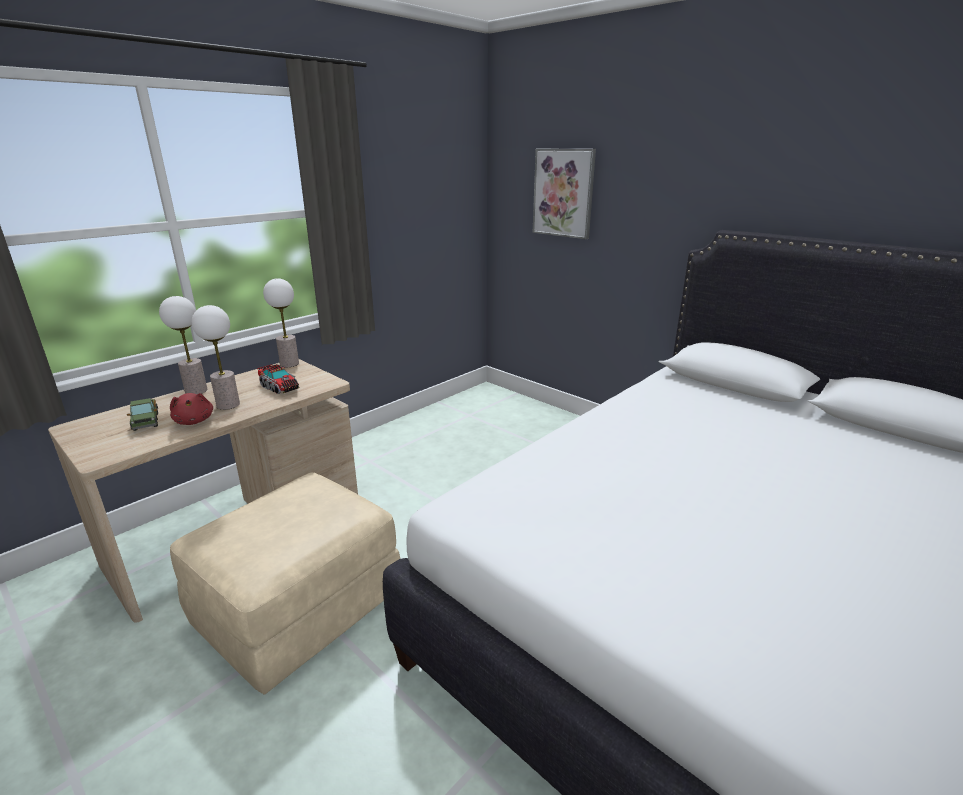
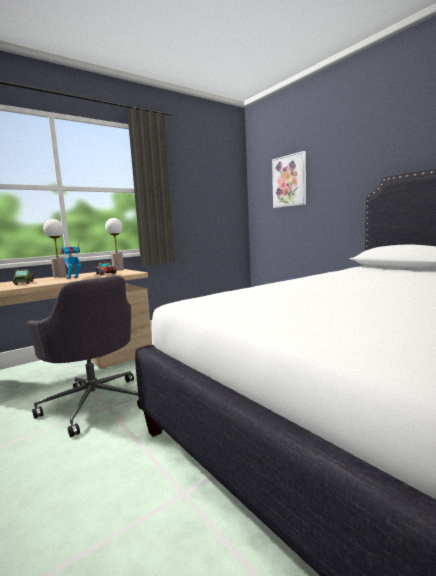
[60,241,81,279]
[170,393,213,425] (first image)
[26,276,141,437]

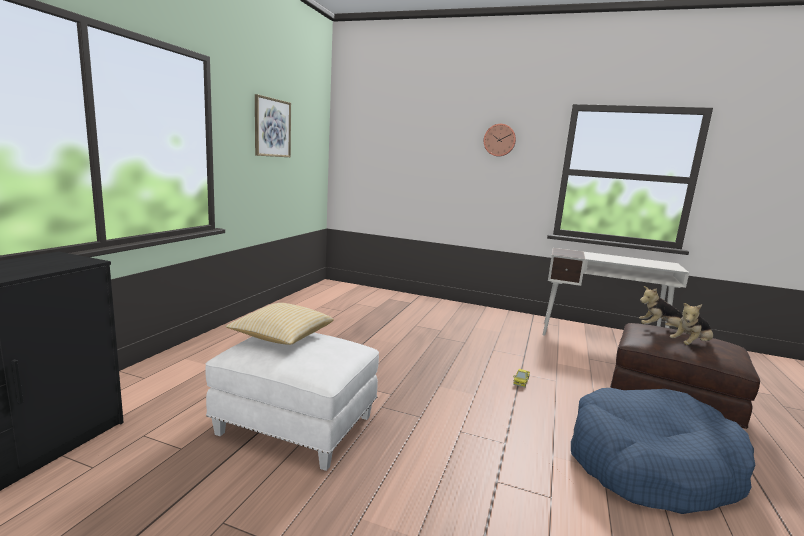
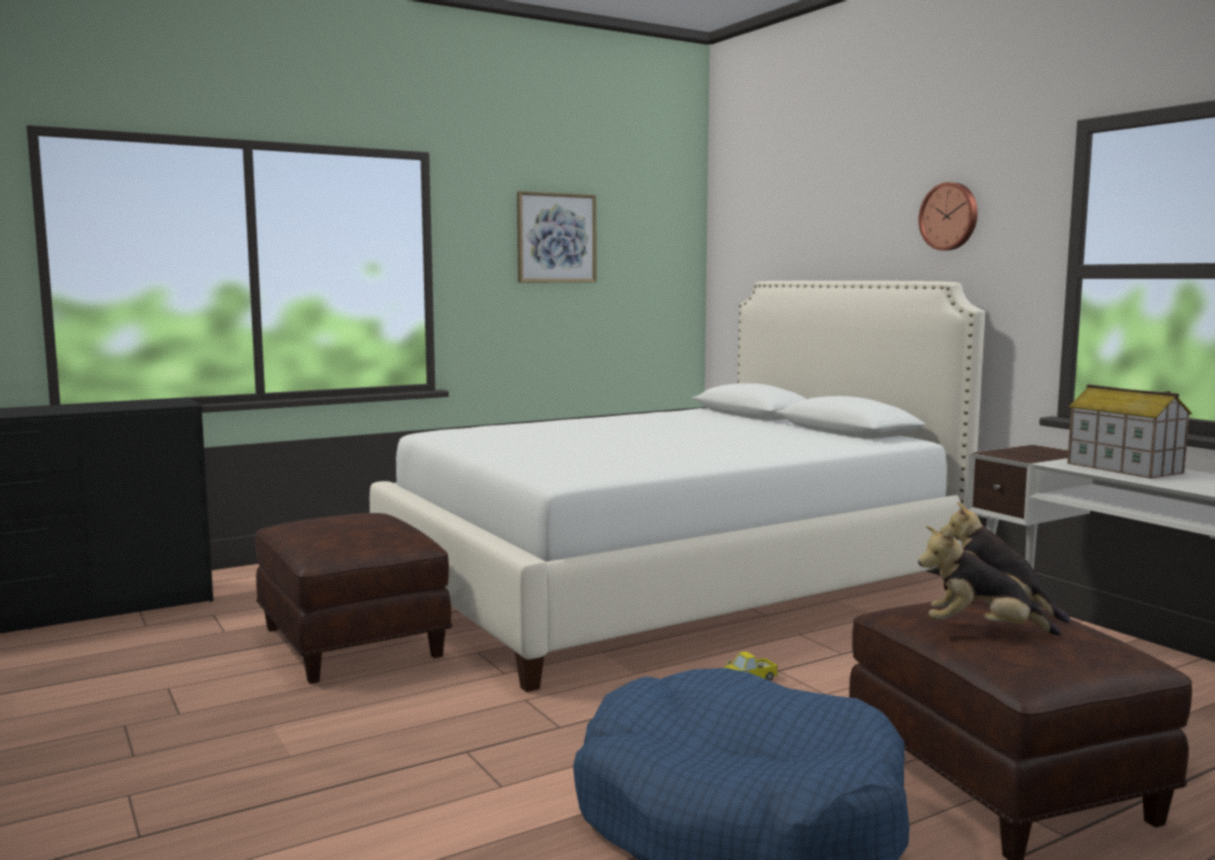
[226,303,334,345] (first image)
[255,513,452,684]
[370,281,985,692]
[1067,384,1192,479]

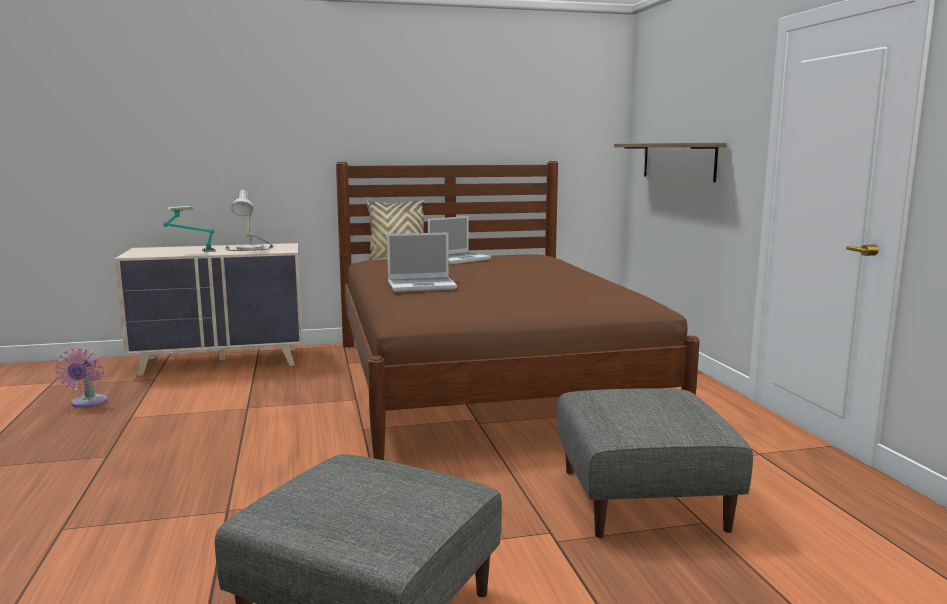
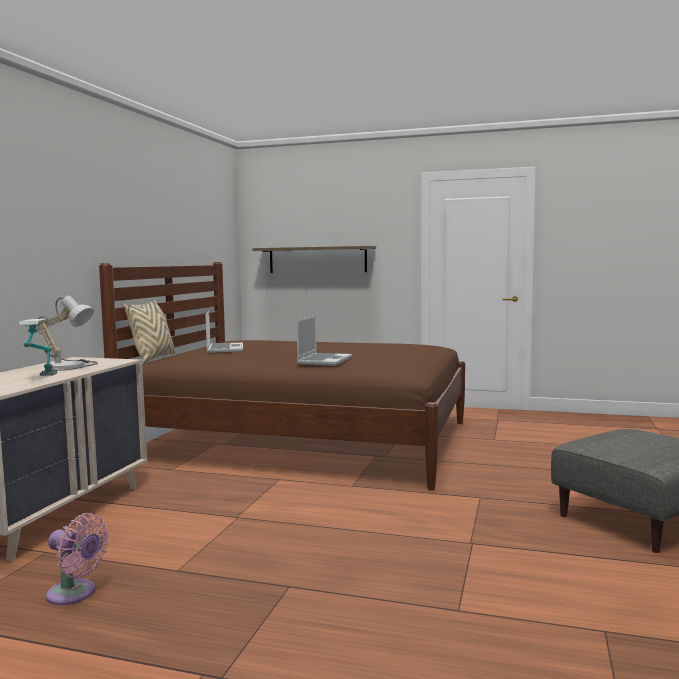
[557,388,753,538] (first image)

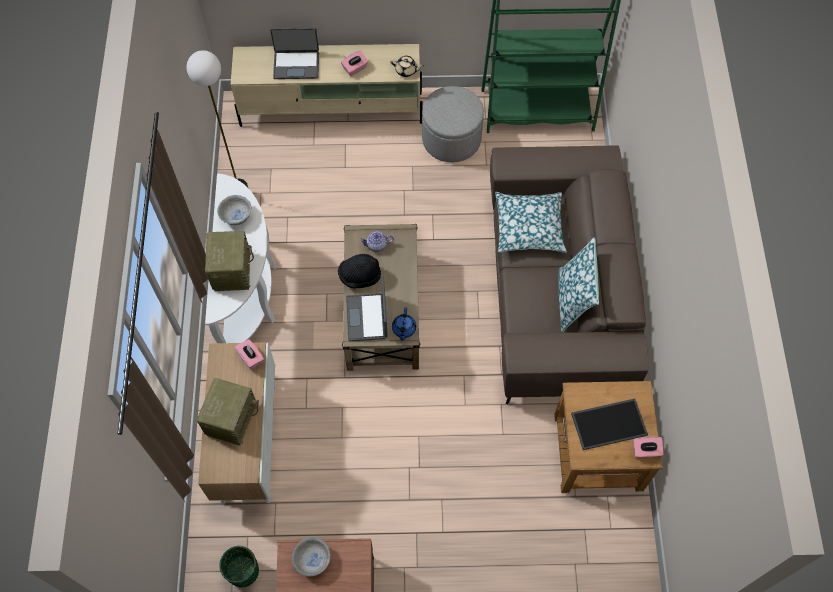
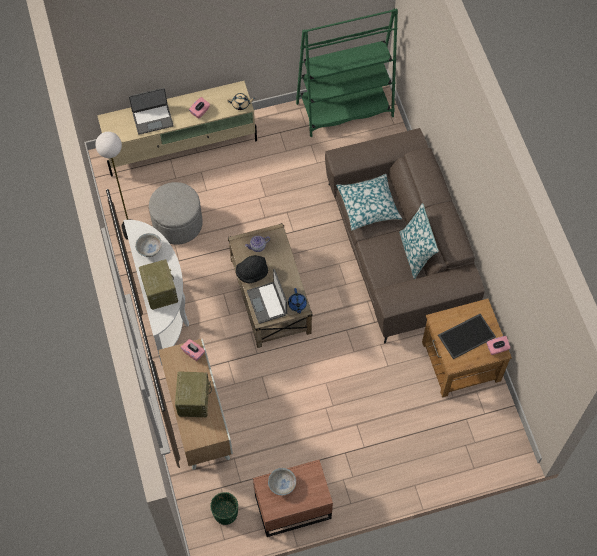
[149,182,203,245]

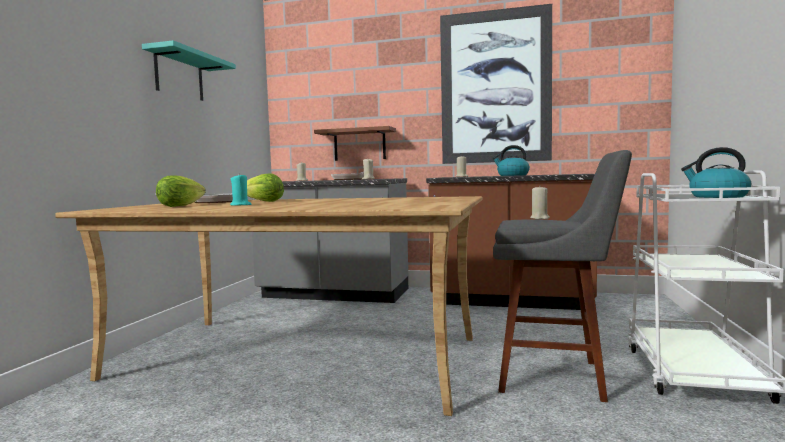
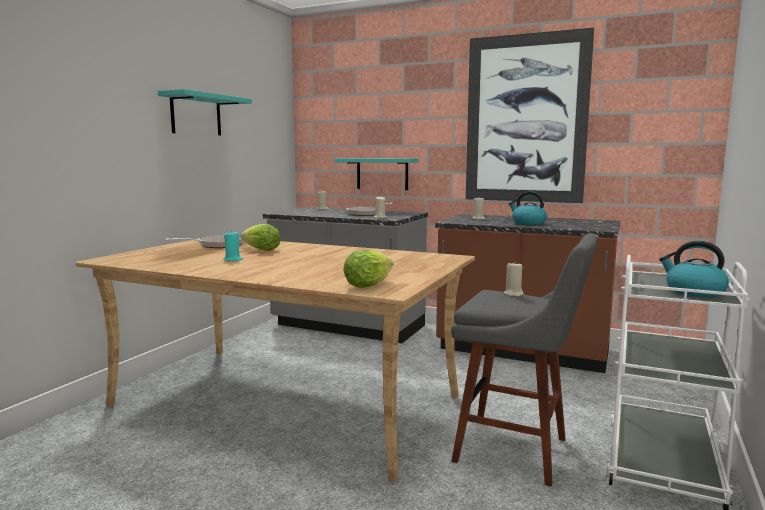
[335,158,419,190]
[343,250,393,288]

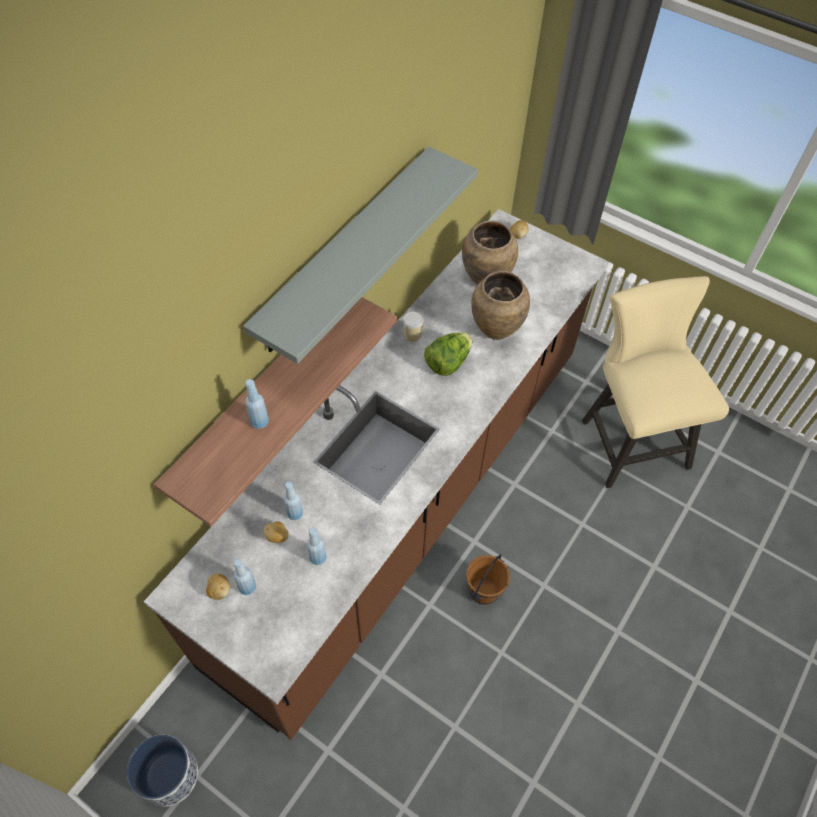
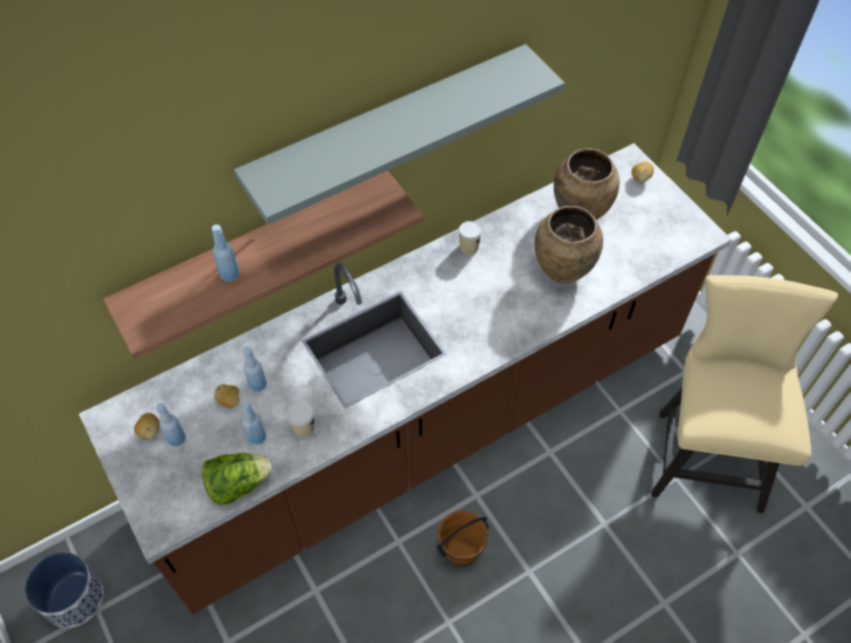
[202,453,272,505]
[287,402,314,437]

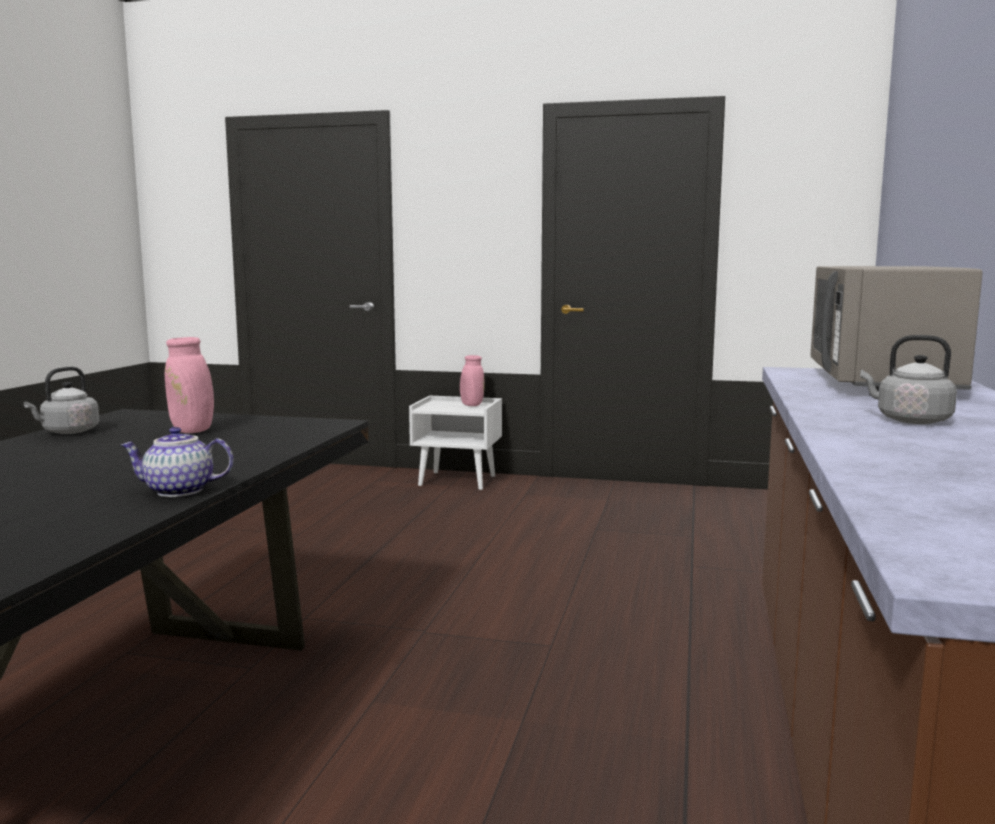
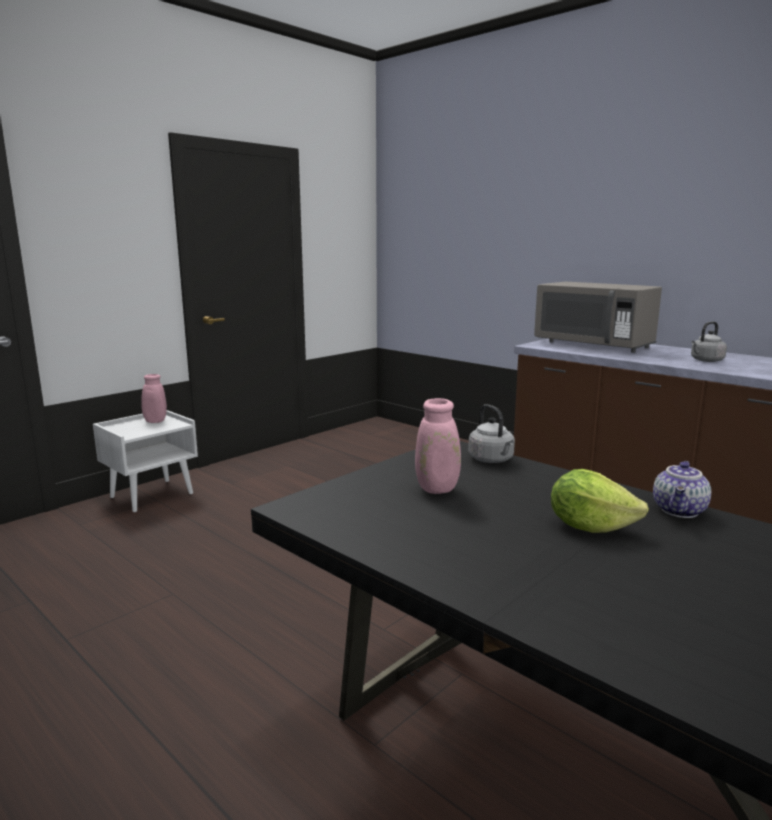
[468,404,515,463]
[551,469,649,533]

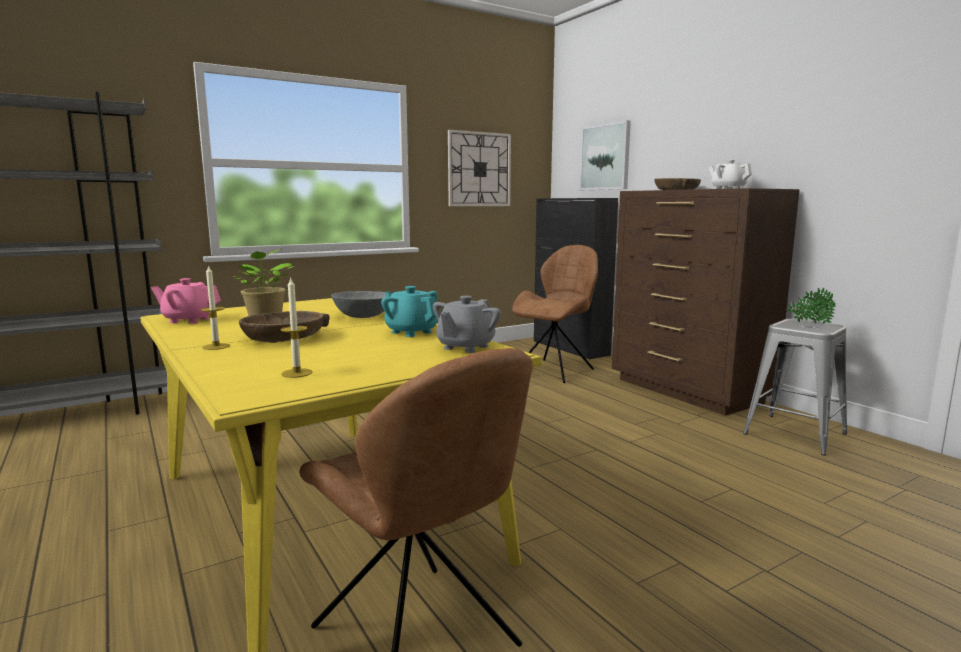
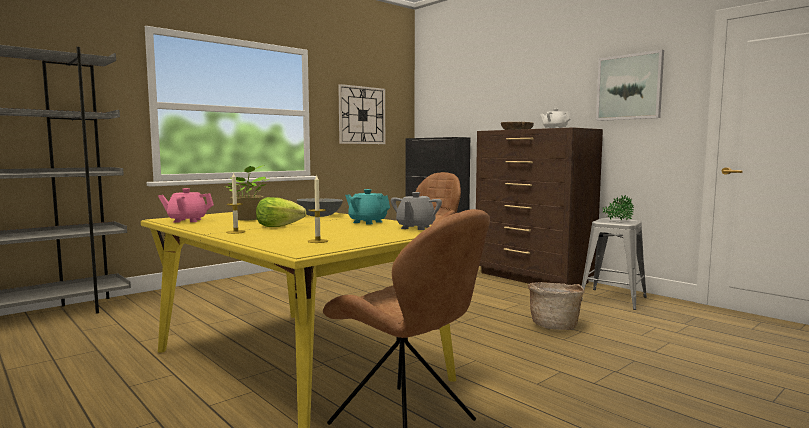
[596,50,664,121]
[256,197,306,227]
[528,282,584,330]

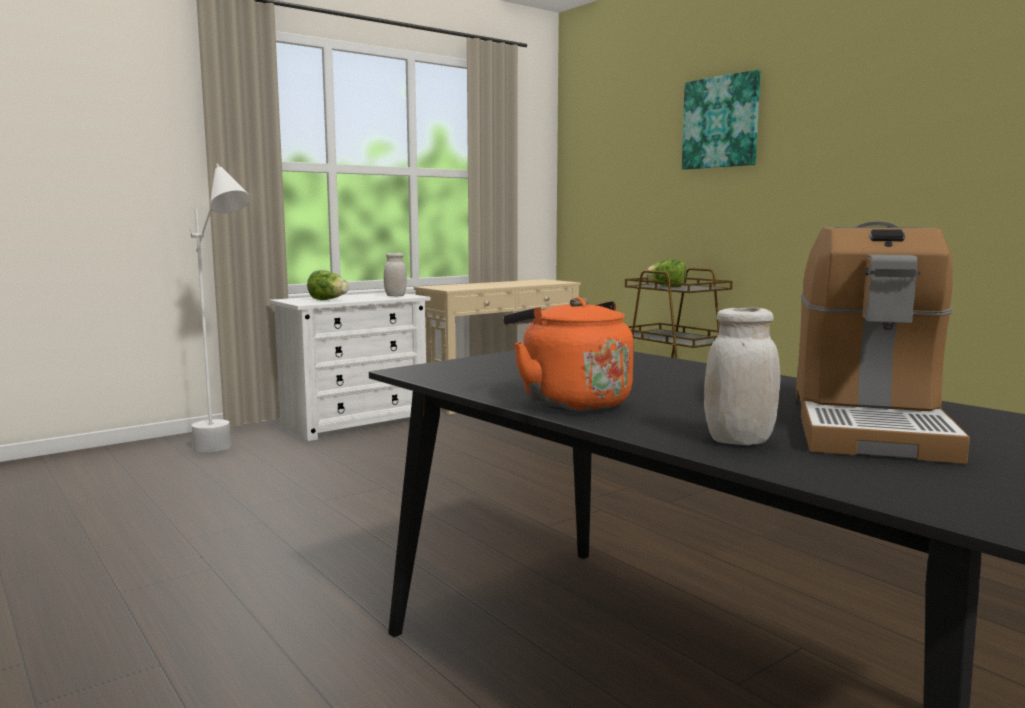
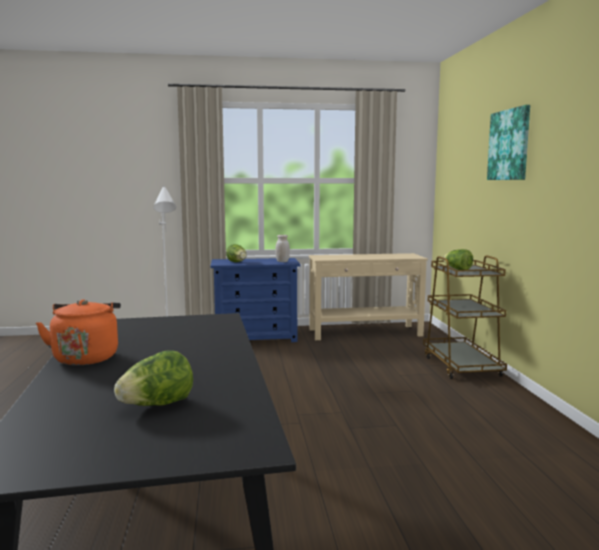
[114,351,193,406]
[210,258,301,342]
[704,308,780,445] (first image)

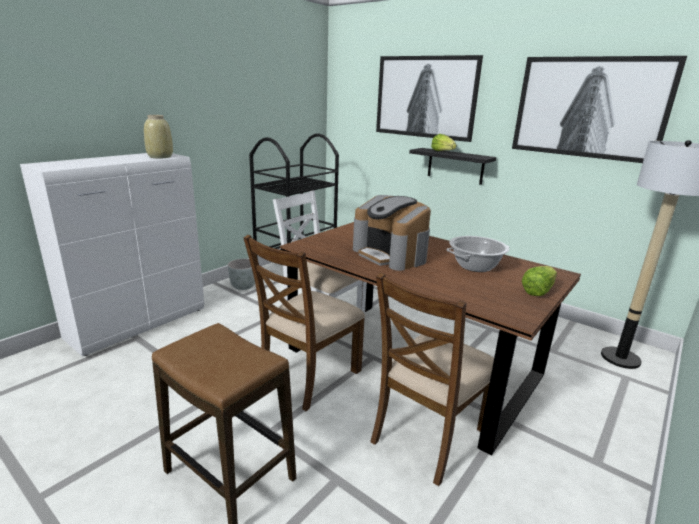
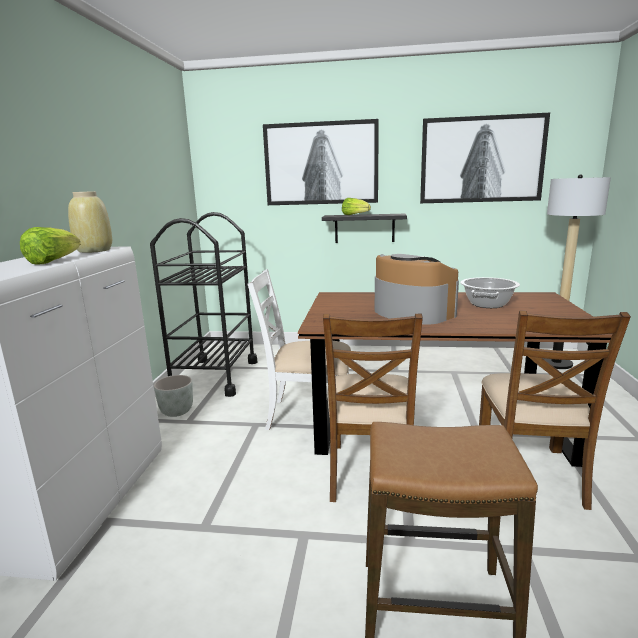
[375,254,459,325]
[20,227,81,265]

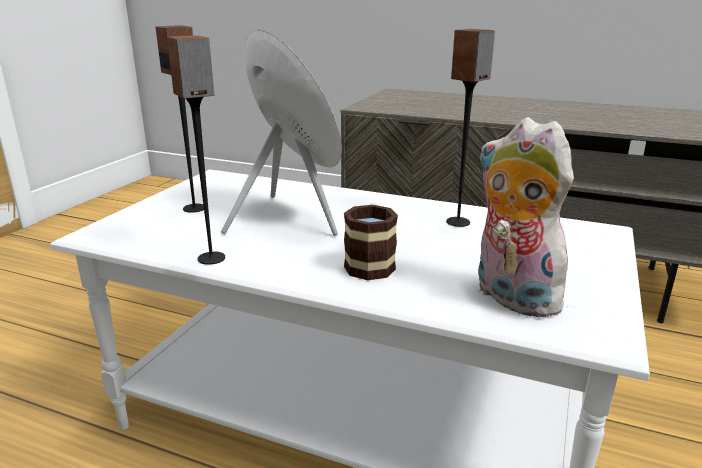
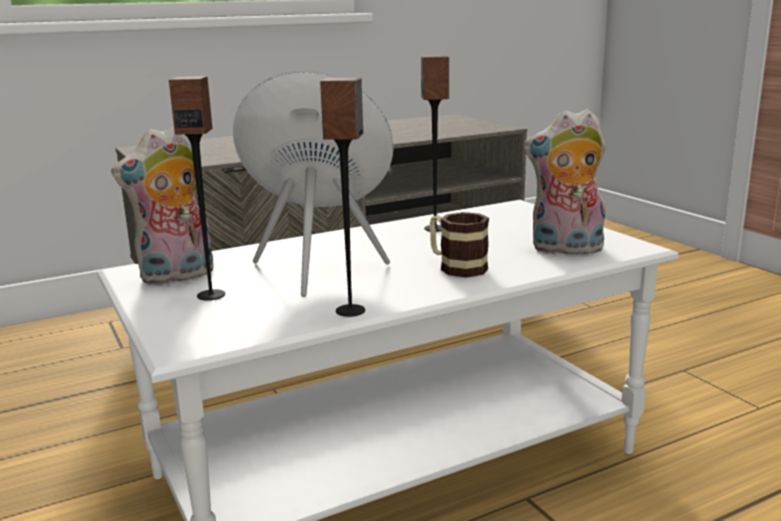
[111,126,214,285]

